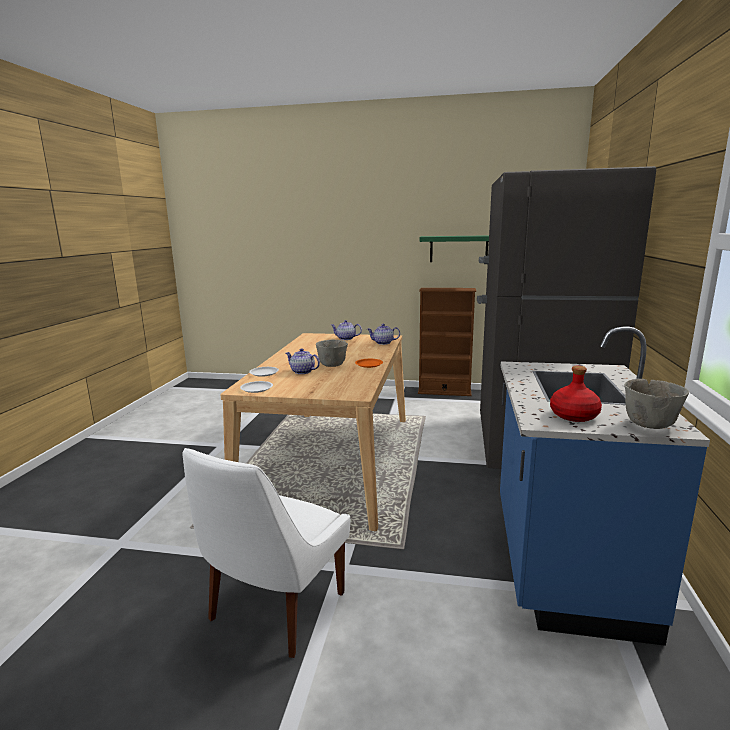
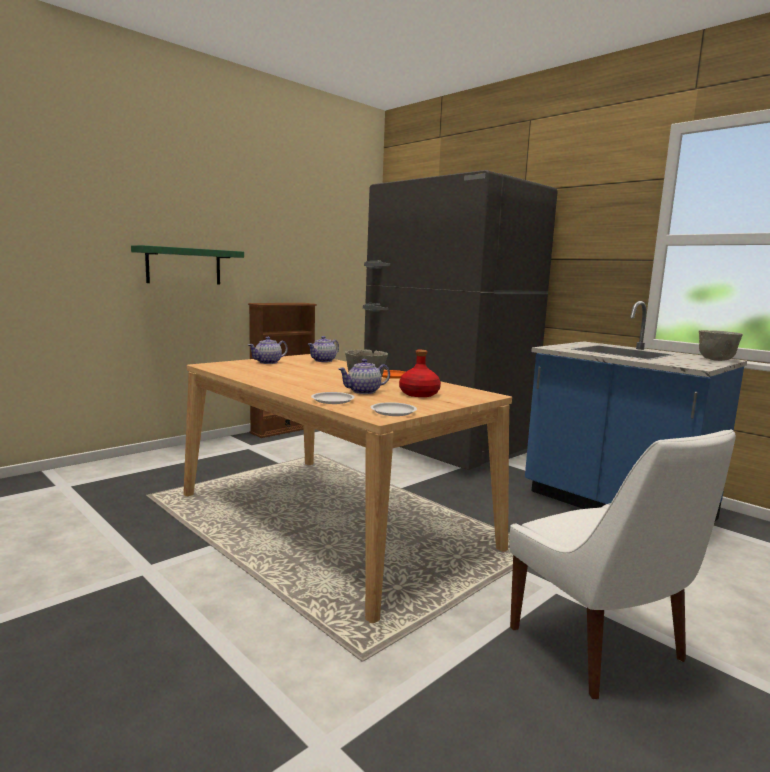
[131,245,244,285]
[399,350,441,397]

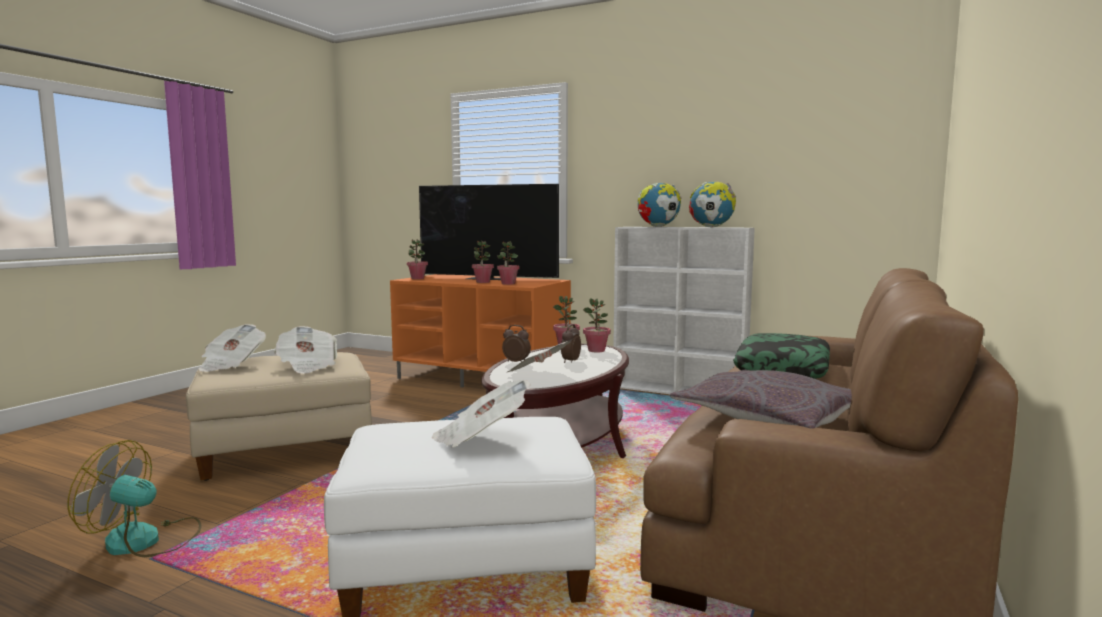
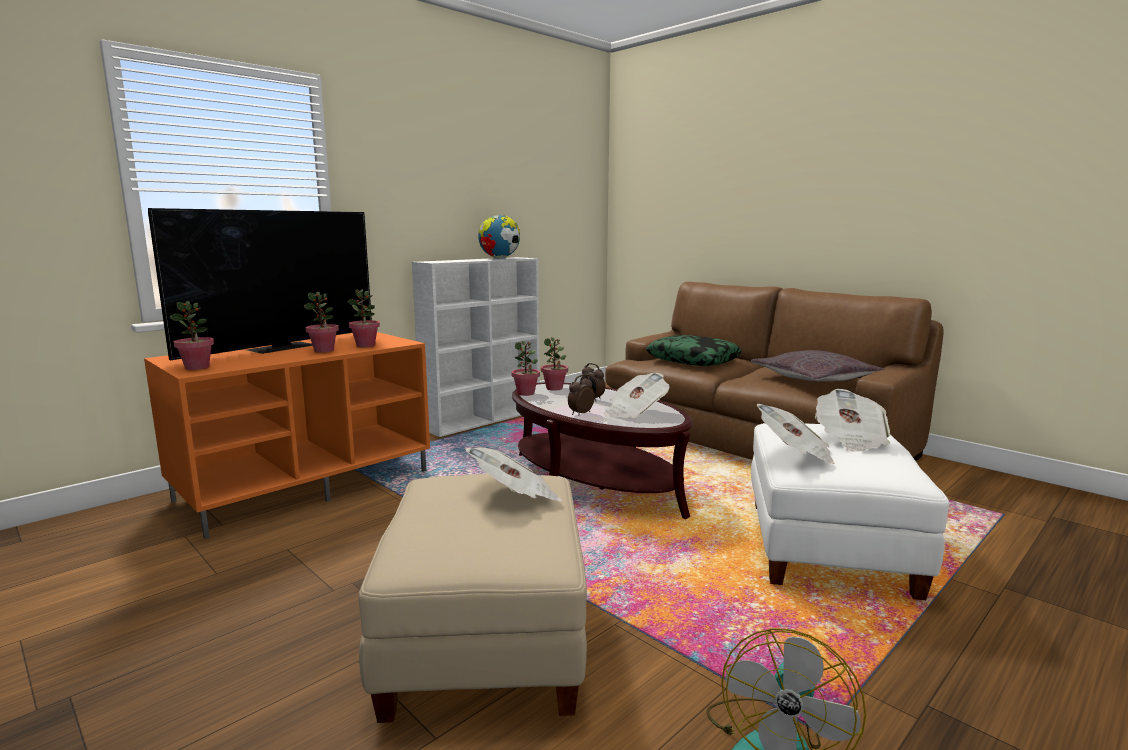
[638,183,682,227] (first image)
[757,404,834,464]

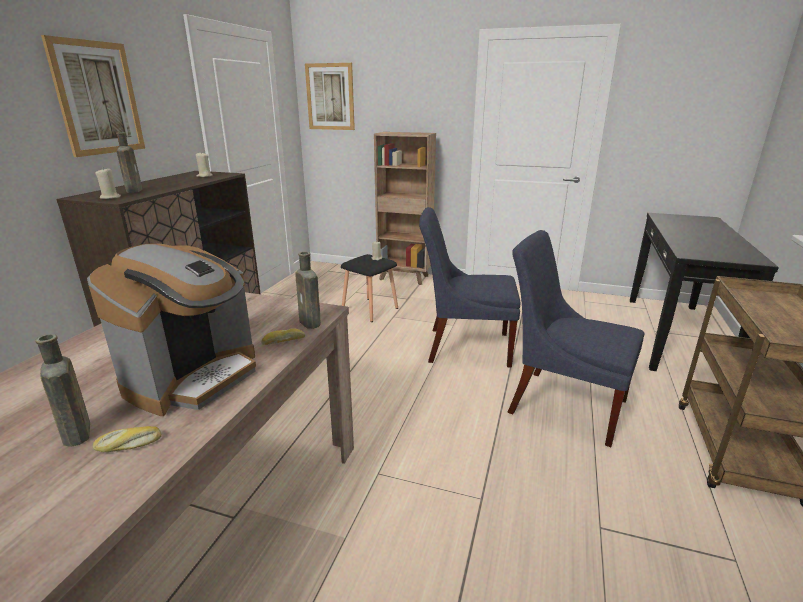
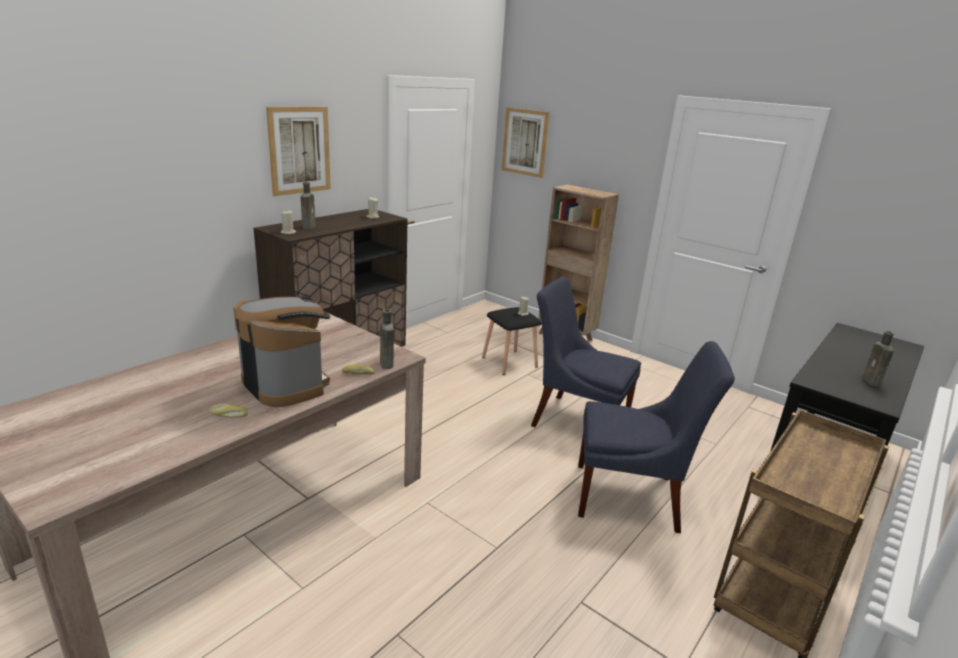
[578,341,735,533]
[233,296,330,407]
[862,331,894,387]

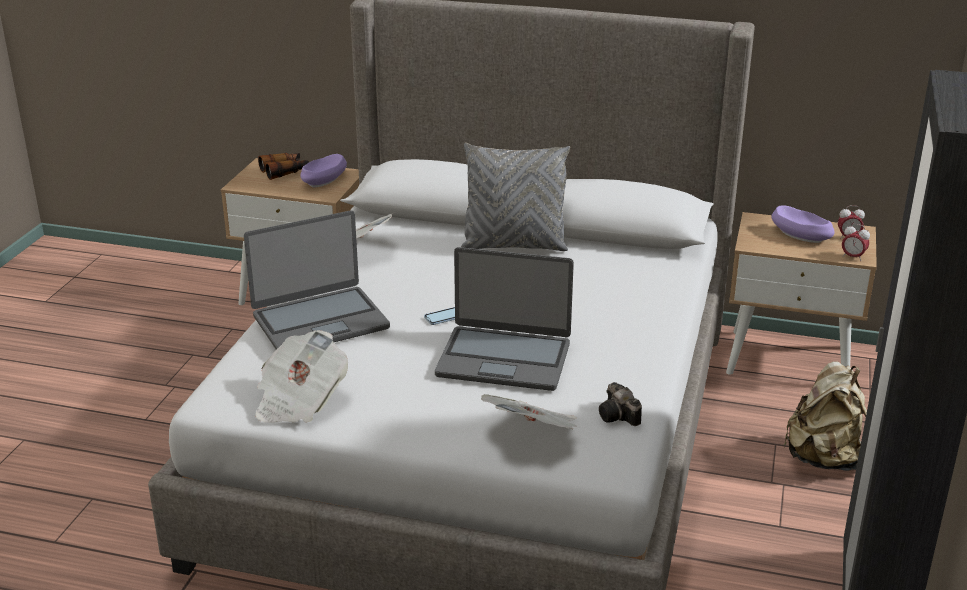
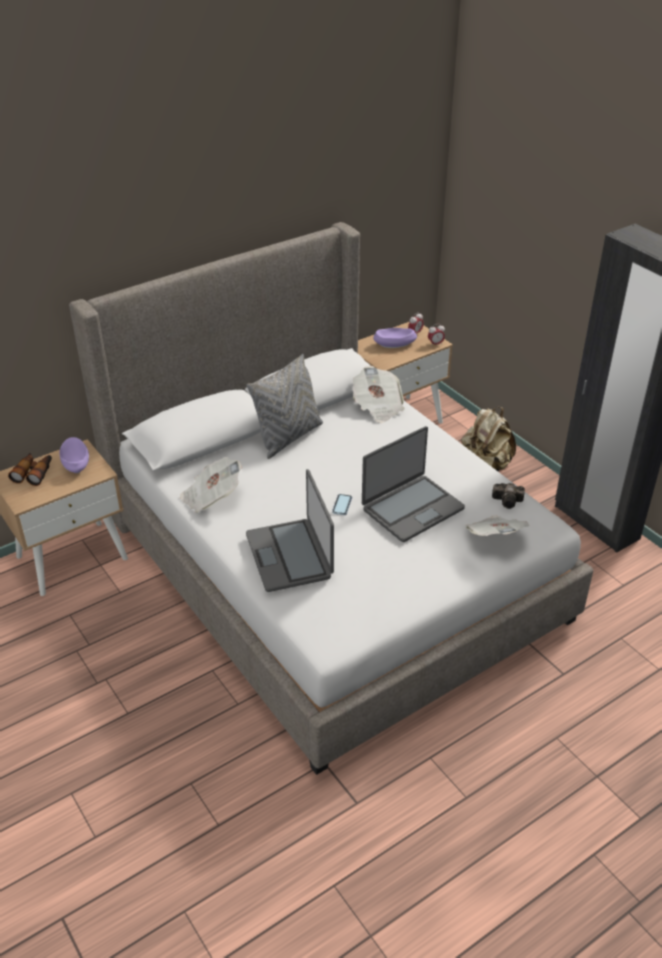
[246,469,334,592]
[352,366,405,423]

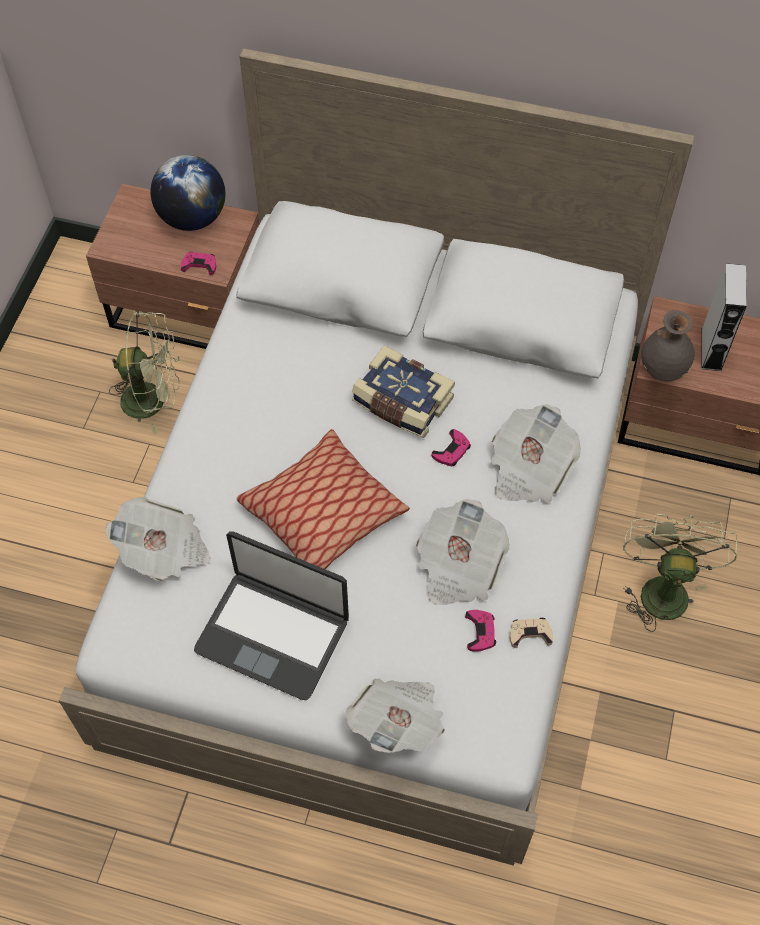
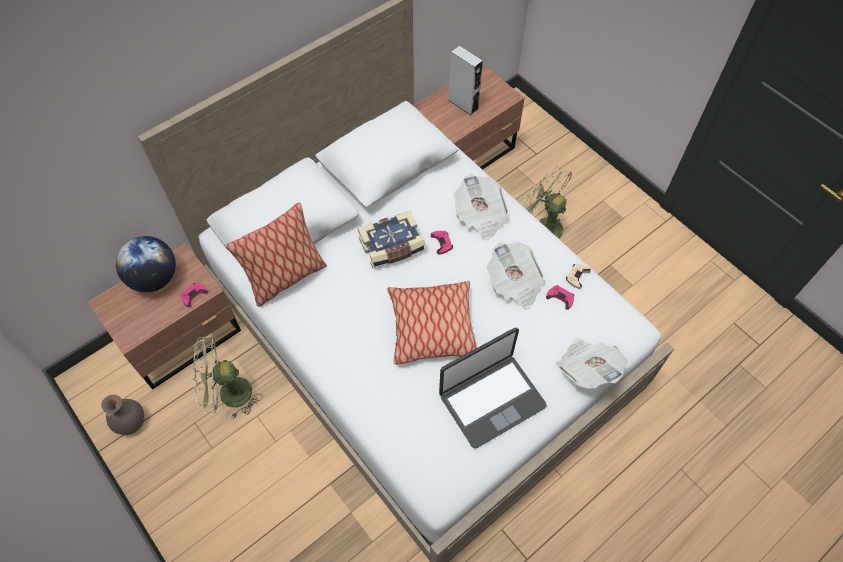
[101,394,145,435]
[193,336,262,419]
[106,497,211,581] (first image)
[225,203,327,307]

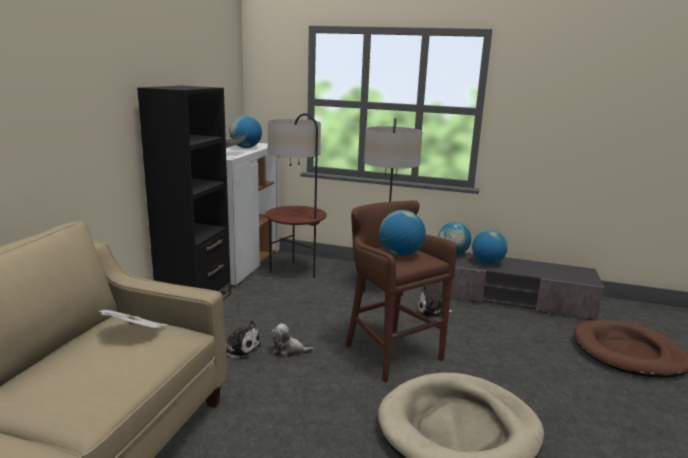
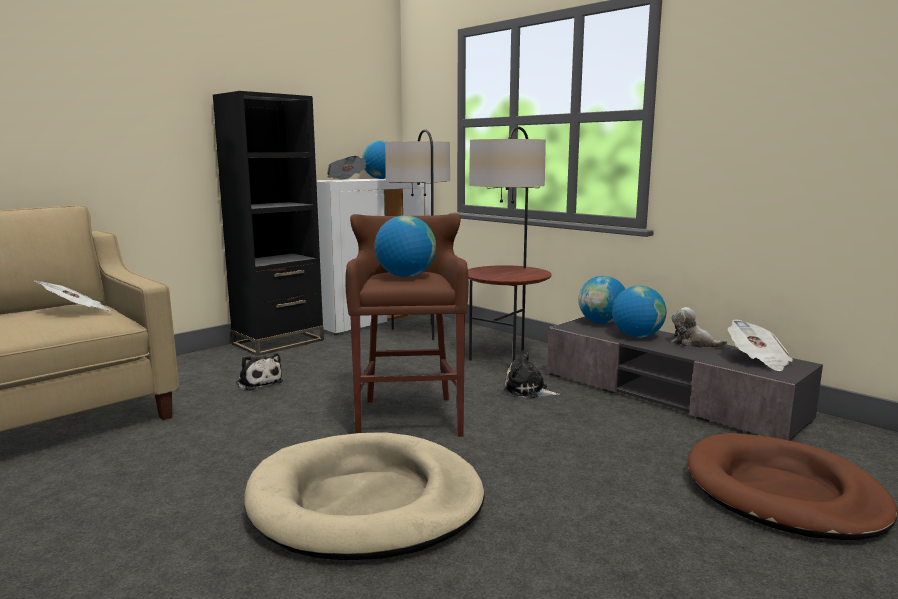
[672,307,727,348]
[728,320,793,371]

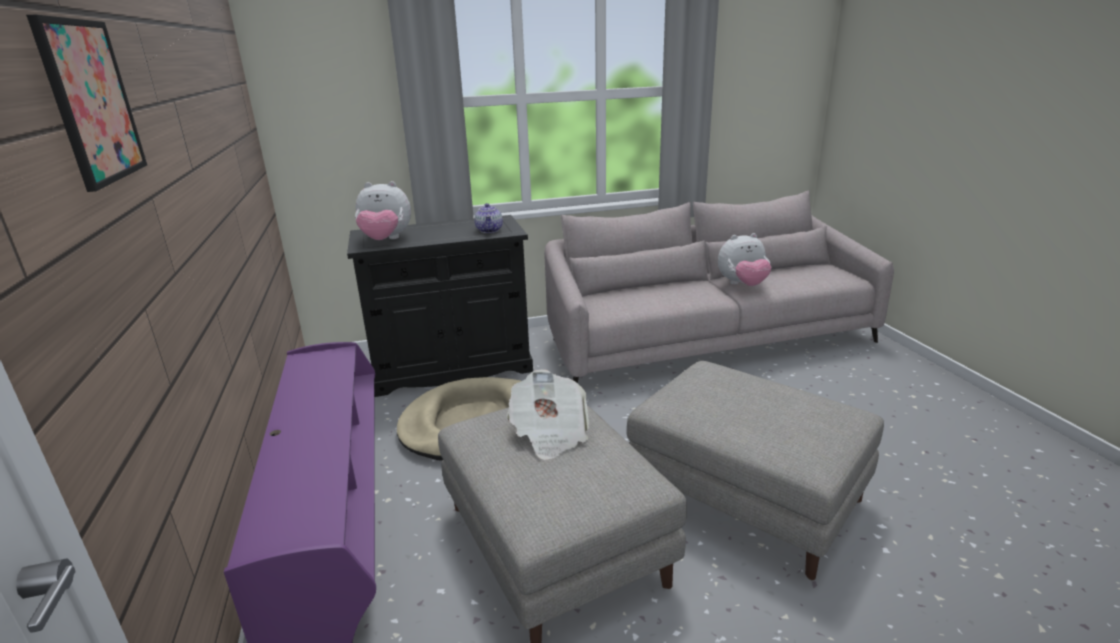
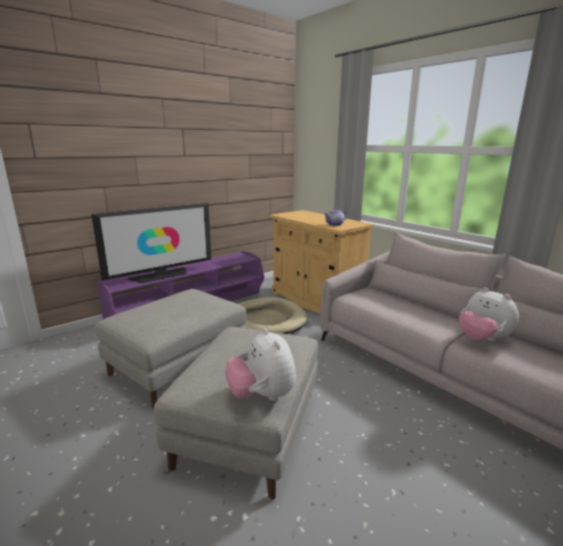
[26,15,147,192] (first image)
[226,328,296,401]
[270,210,374,313]
[507,369,589,460] (first image)
[91,203,211,283]

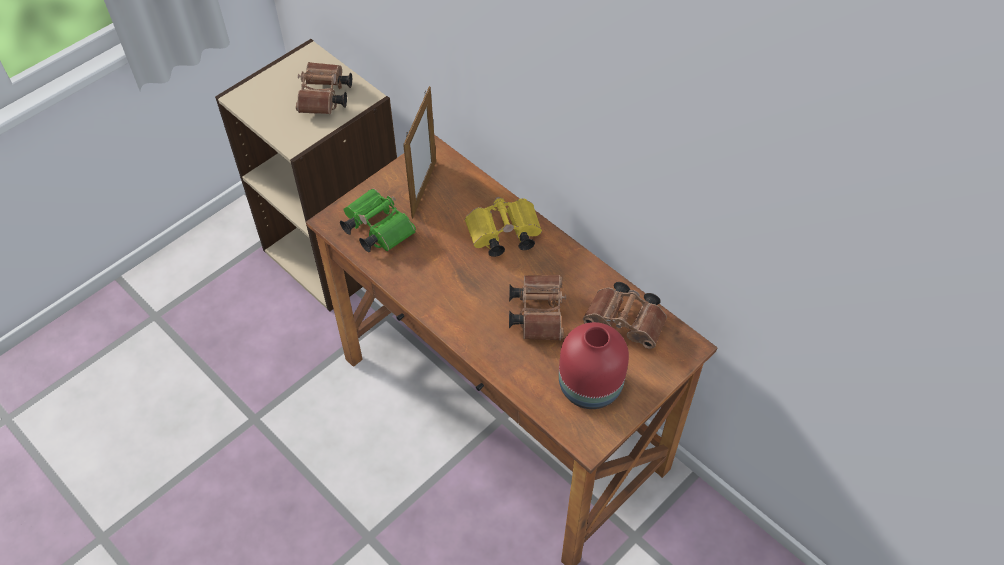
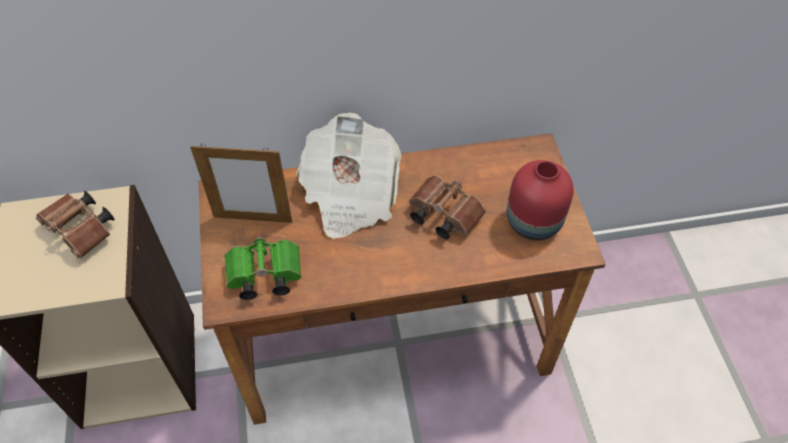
[190,144,292,223]
[296,113,402,239]
[583,282,667,349] (first image)

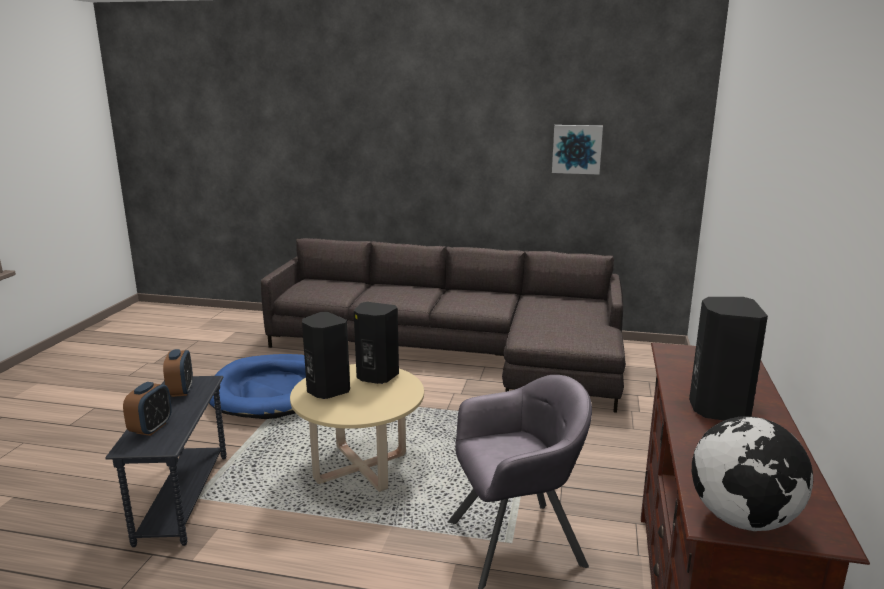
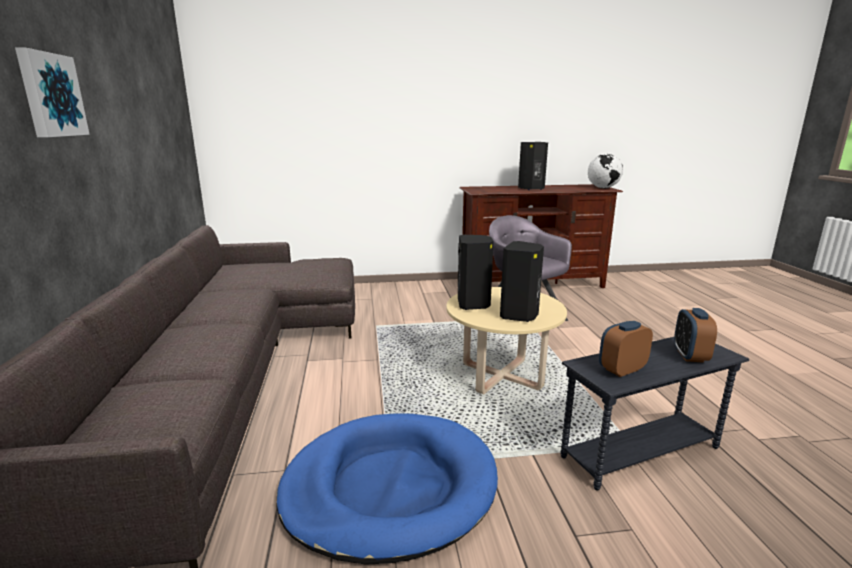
[15,47,90,137]
[674,308,717,363]

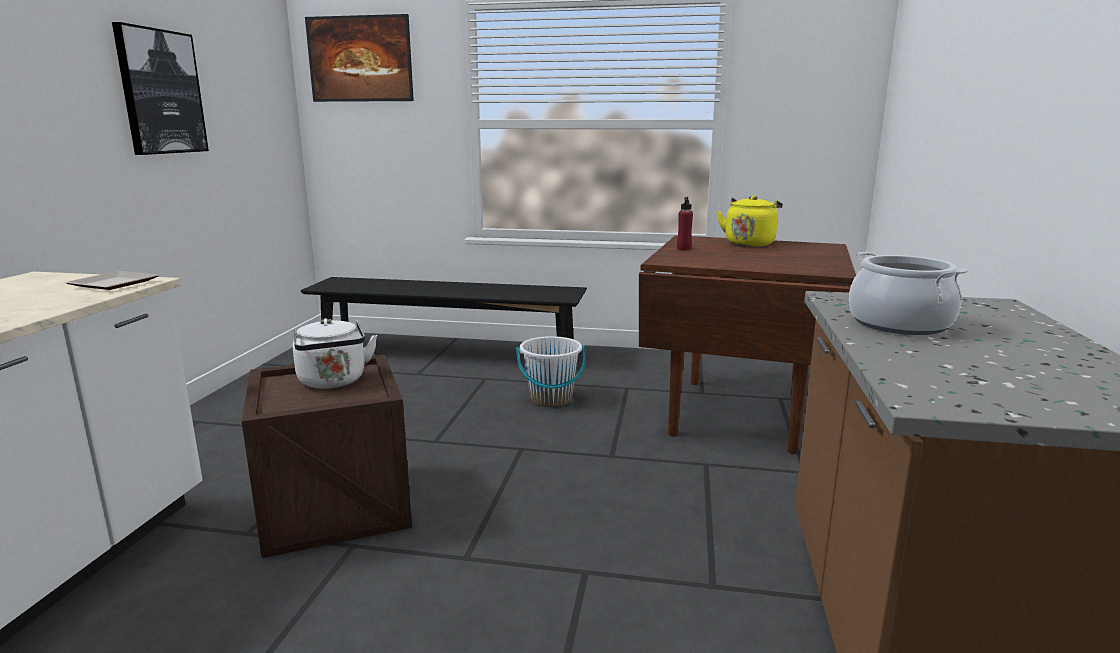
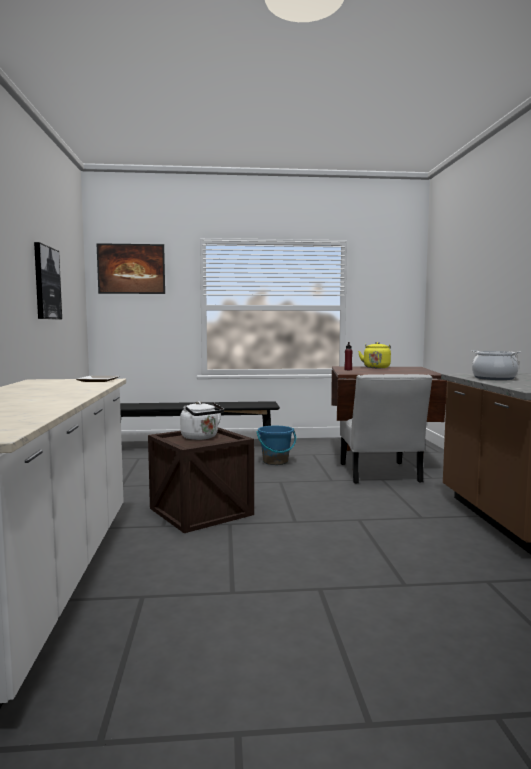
[256,426,296,465]
[340,374,432,484]

